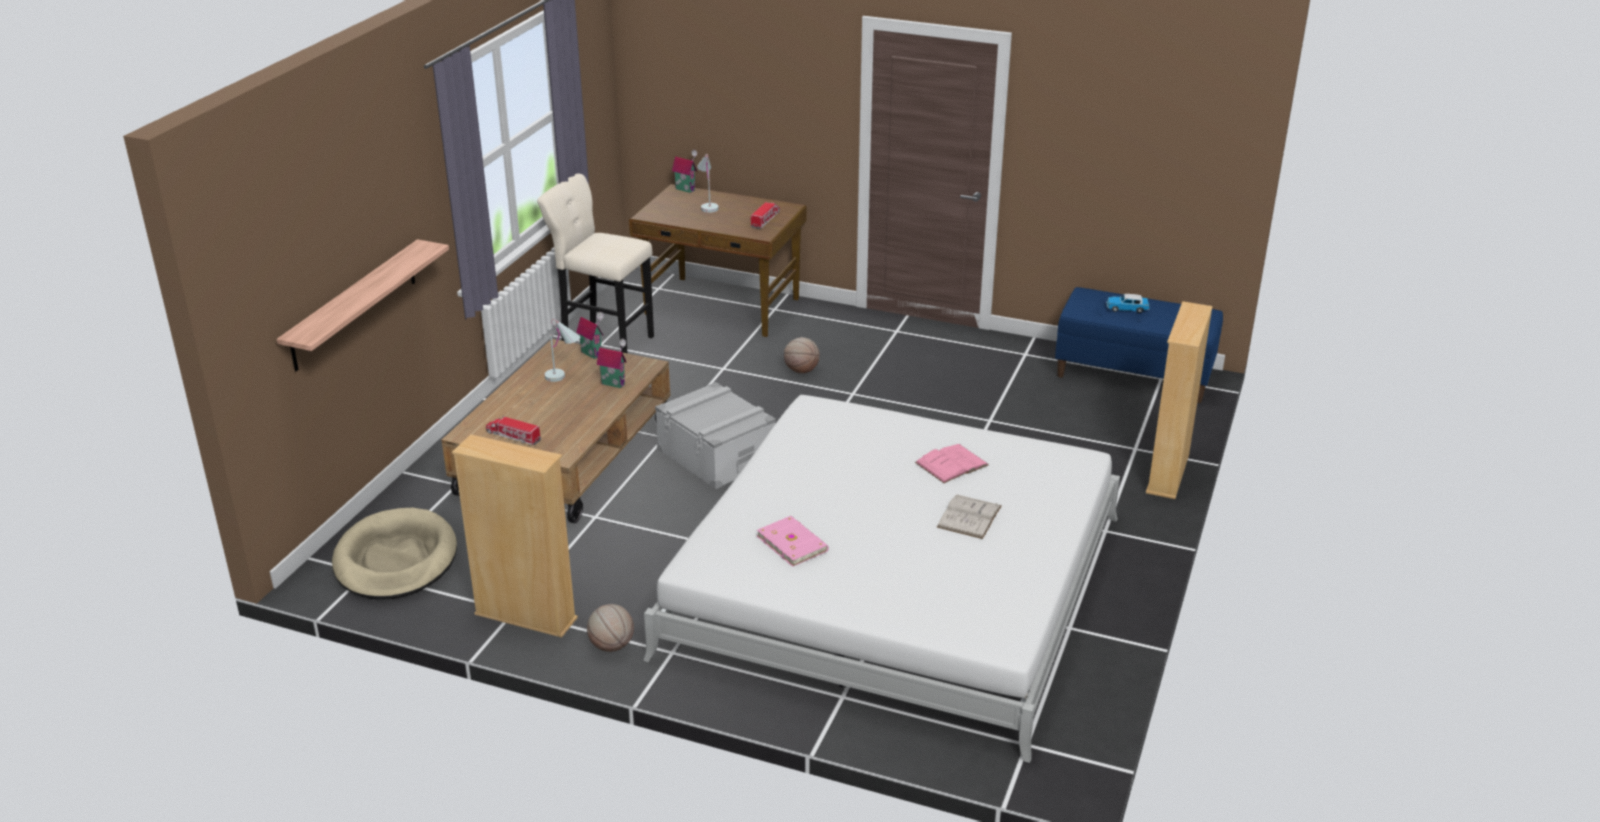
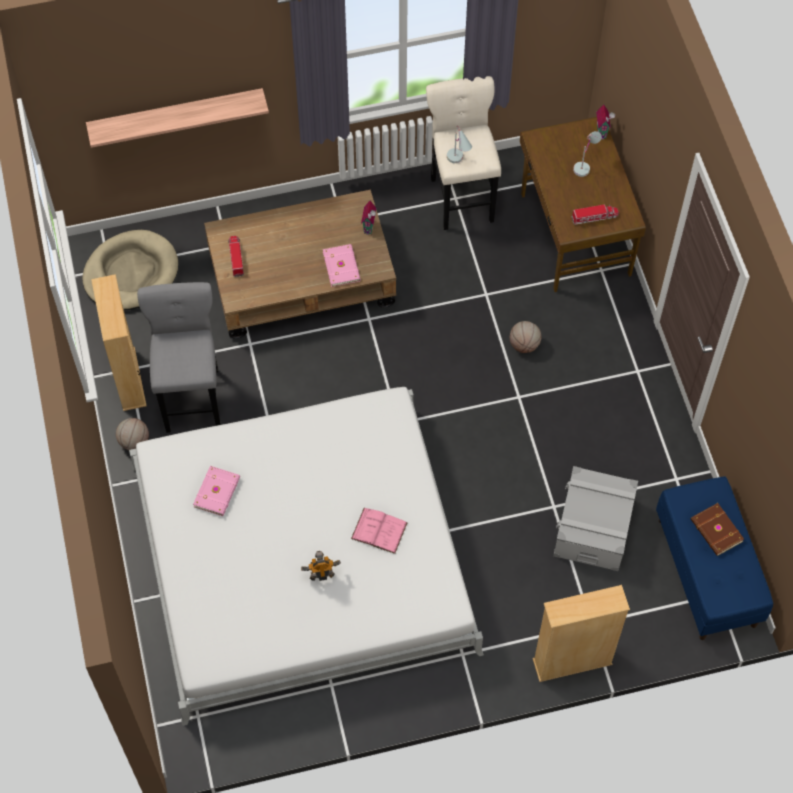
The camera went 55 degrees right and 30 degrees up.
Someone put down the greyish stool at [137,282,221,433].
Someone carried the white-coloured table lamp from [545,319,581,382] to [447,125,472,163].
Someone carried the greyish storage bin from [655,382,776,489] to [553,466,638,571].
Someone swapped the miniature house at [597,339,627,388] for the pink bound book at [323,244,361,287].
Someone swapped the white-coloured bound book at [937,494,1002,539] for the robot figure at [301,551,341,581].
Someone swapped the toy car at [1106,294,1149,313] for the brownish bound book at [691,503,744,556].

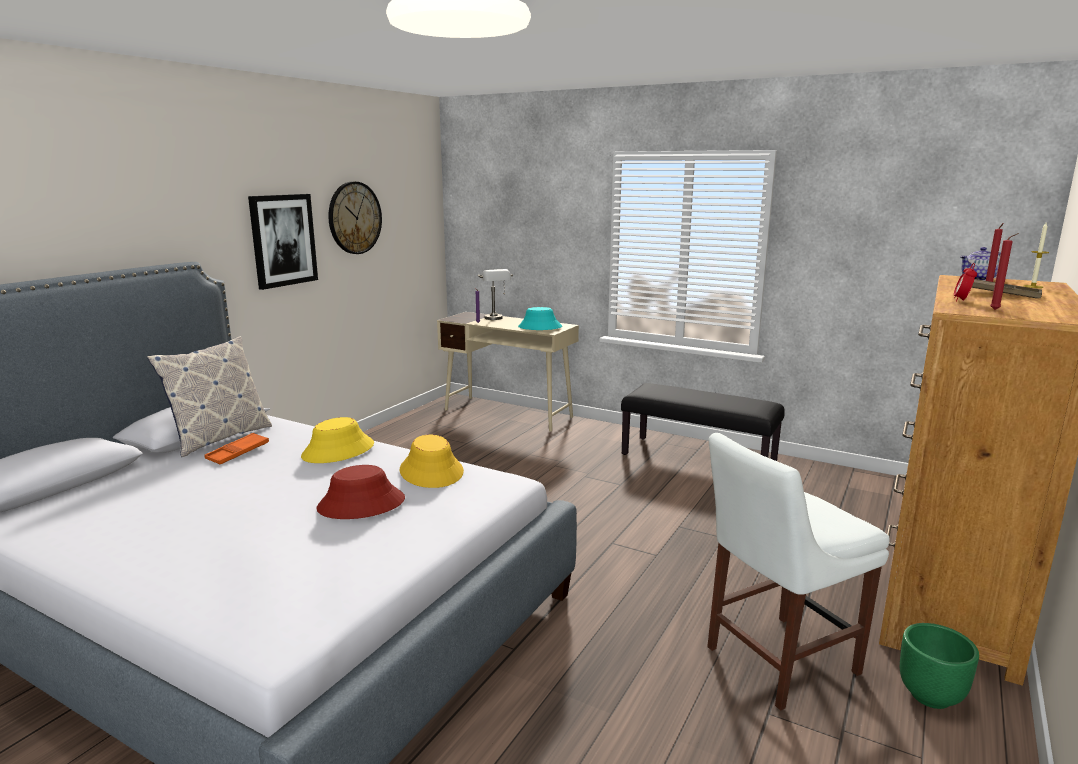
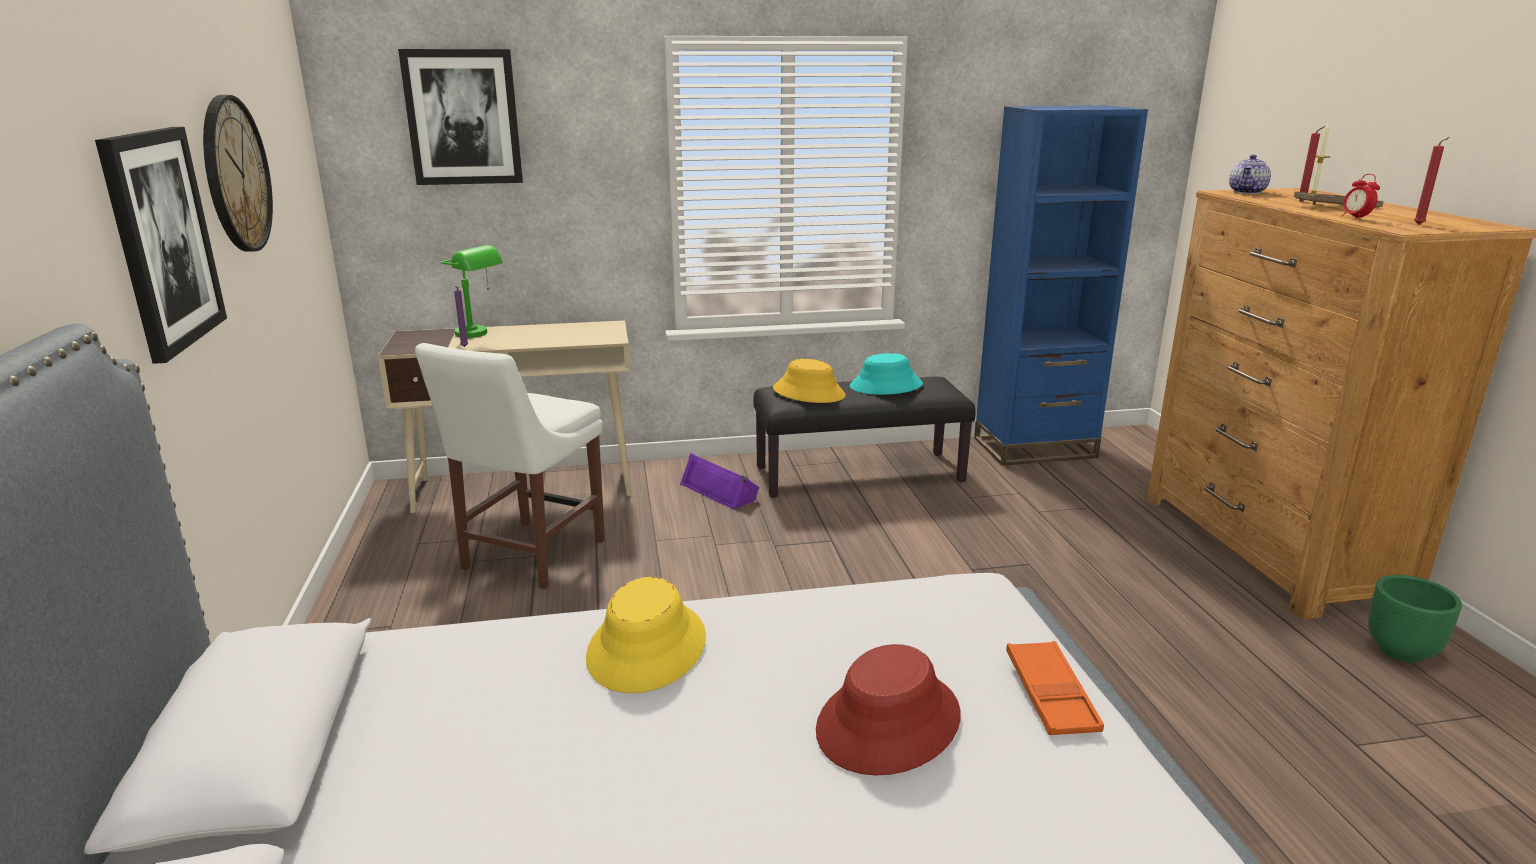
The camera went 40 degrees left and 5 degrees up.
Someone took away the cushion at [147,336,272,457].
Someone put up the wall art at [398,49,523,185].
Someone put down the purple-coloured loudspeaker at [680,453,760,510].
Someone put down the blue bookshelf at [974,106,1148,466].
Someone carried the orangey serving tray from [204,433,269,464] to [1006,641,1104,735].
Someone carried the yellow clothing hat from [400,434,464,488] to [773,359,846,403].
Someone carried the turquoise-coloured clothing hat from [518,307,562,330] to [850,353,923,395].
Someone carried the white-coloured upright chair from [707,433,890,710] to [415,343,605,589].
Someone repainted the greyish table lamp at [478,269,513,320], which became the green-coloured table lamp at [441,245,503,338].

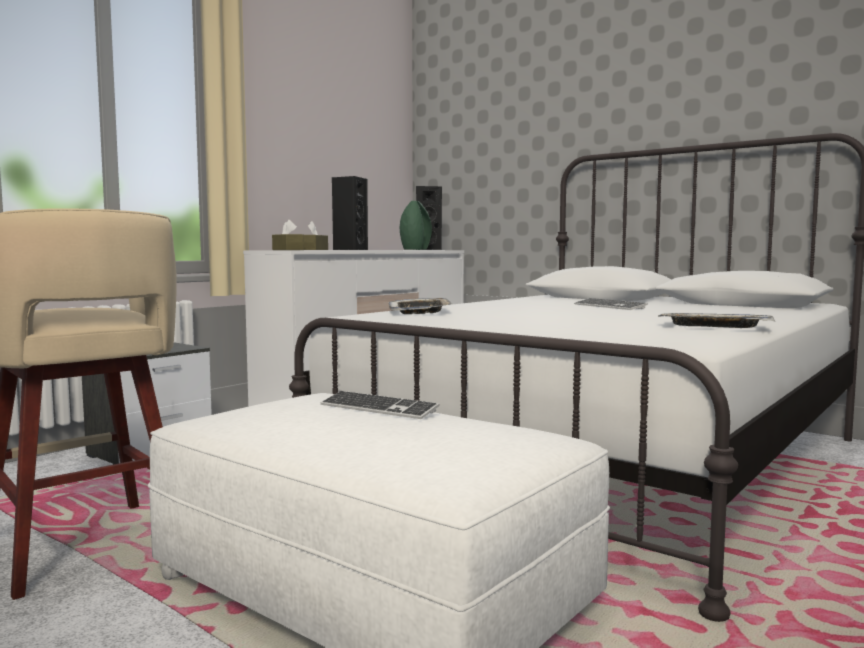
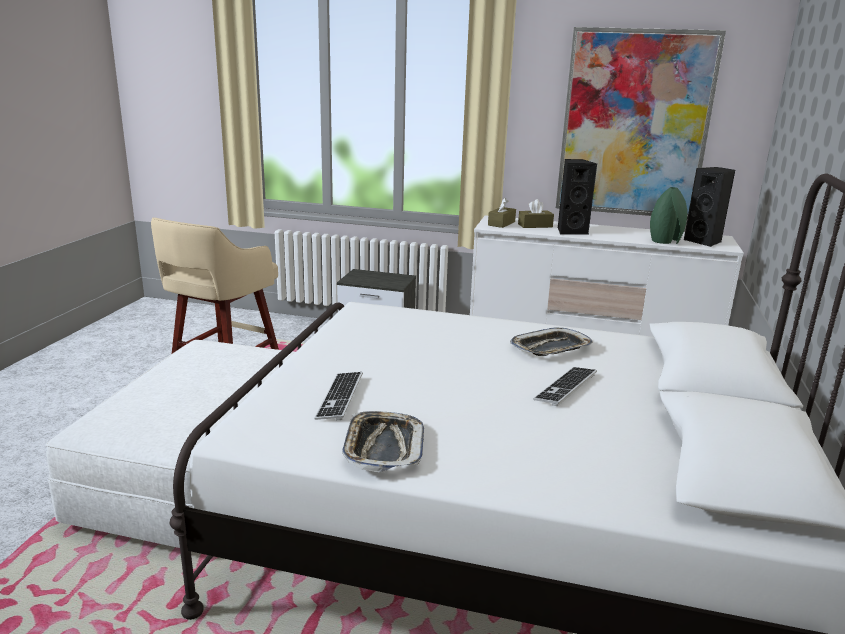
The camera went 65 degrees right and 15 degrees up.
Someone put up the wall art at [556,27,726,219].
Someone carried the keyboard from [320,391,440,419] to [314,372,363,420].
Someone carried the serving tray from [388,298,452,314] to [510,327,593,356].

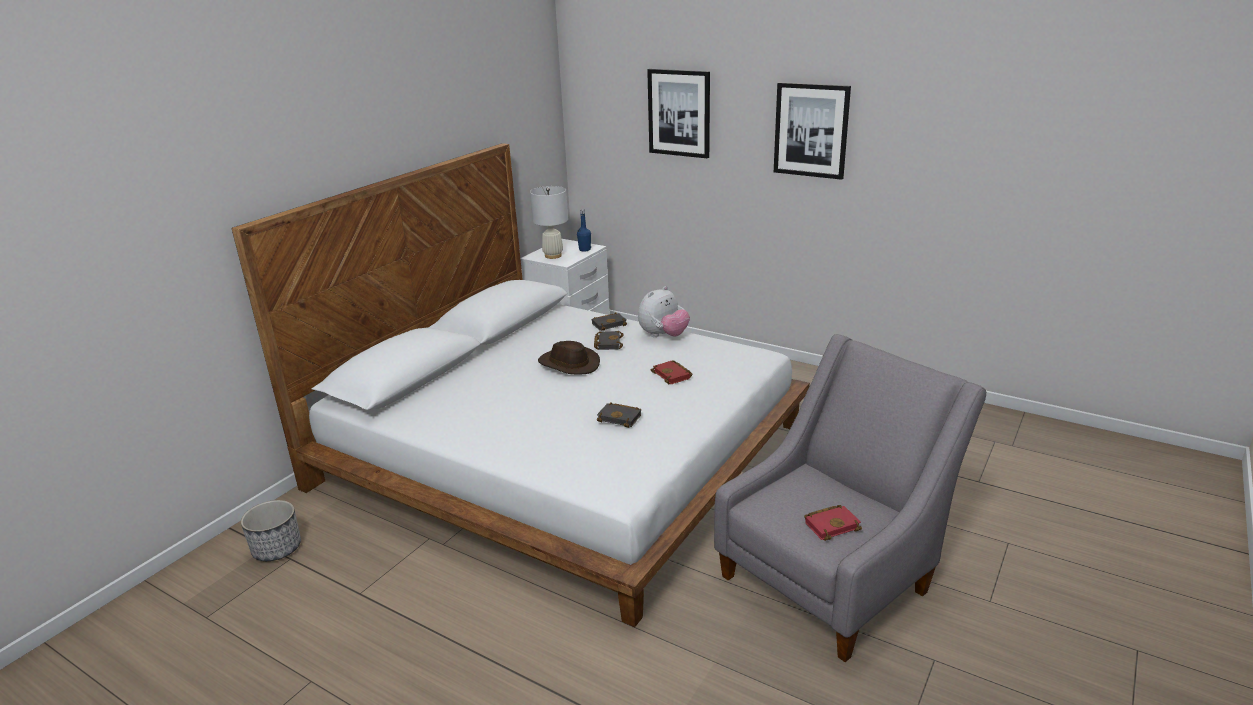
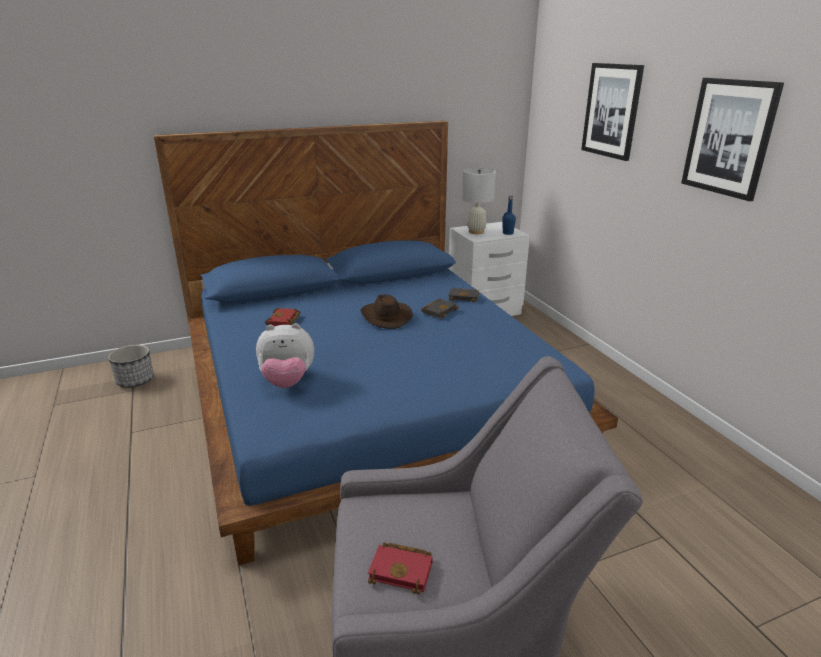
The camera went 35 degrees right and 0 degrees up.
Someone took away the black bound book at [597,402,641,428].
Someone carried the cuddly toy from [638,286,690,337] to [256,323,314,388].
Someone carried the red-coloured bound book from [651,360,693,384] to [265,308,301,326].
Someone repainted the white-coloured bedroom bed at [231,143,810,627], which became the blue bedroom bed at [154,121,618,565].

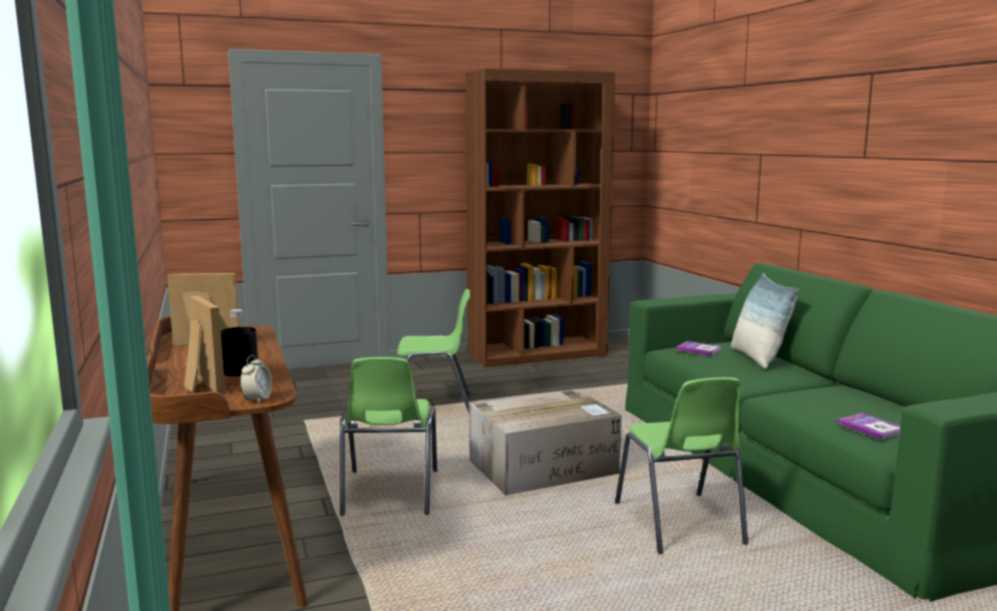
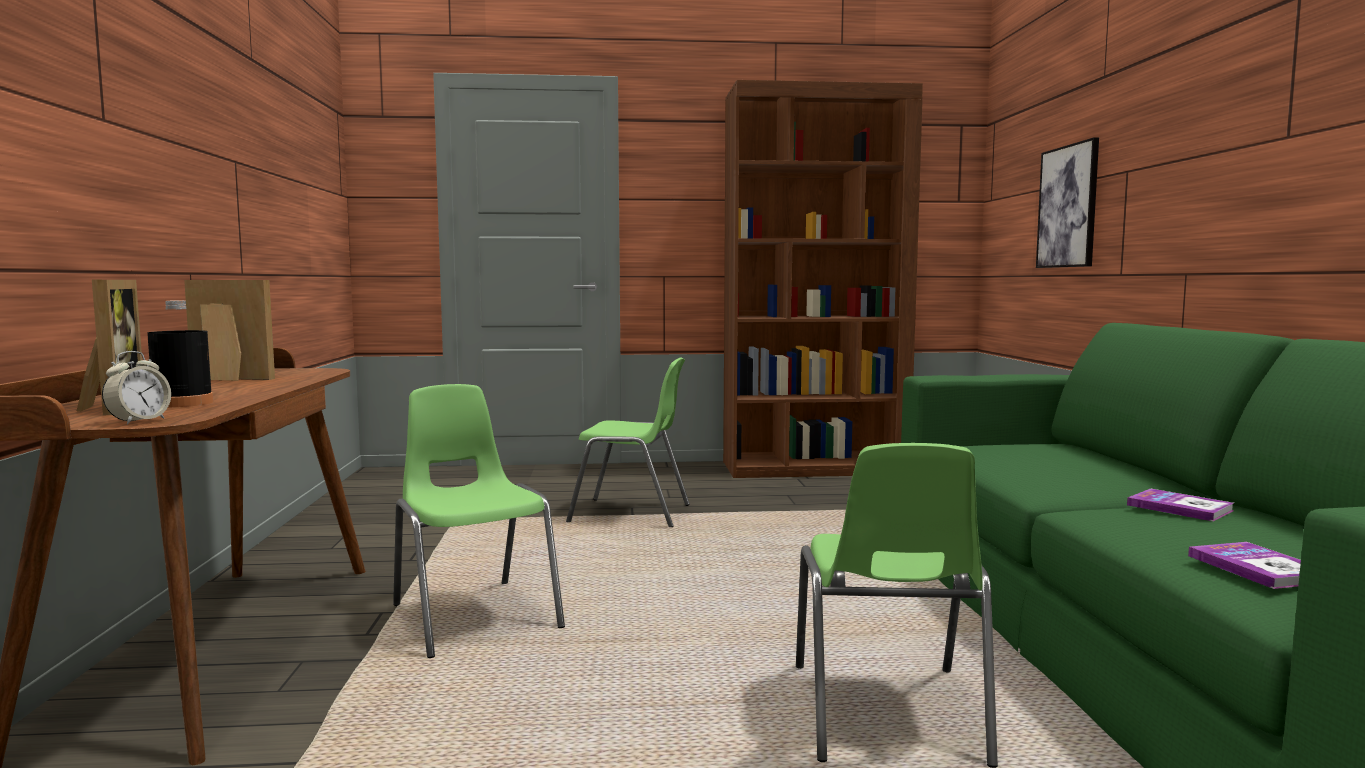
The camera went 15 degrees right and 5 degrees down.
Someone took away the cardboard box at [469,389,622,495].
Someone took away the cushion at [731,273,799,369].
Someone put up the wall art at [1036,137,1099,268].
Someone carried the bound book from [676,341,721,356] to [1127,489,1234,521].
Someone rotated the green-coloured upright chair at [340,357,437,516] by 135 degrees clockwise.

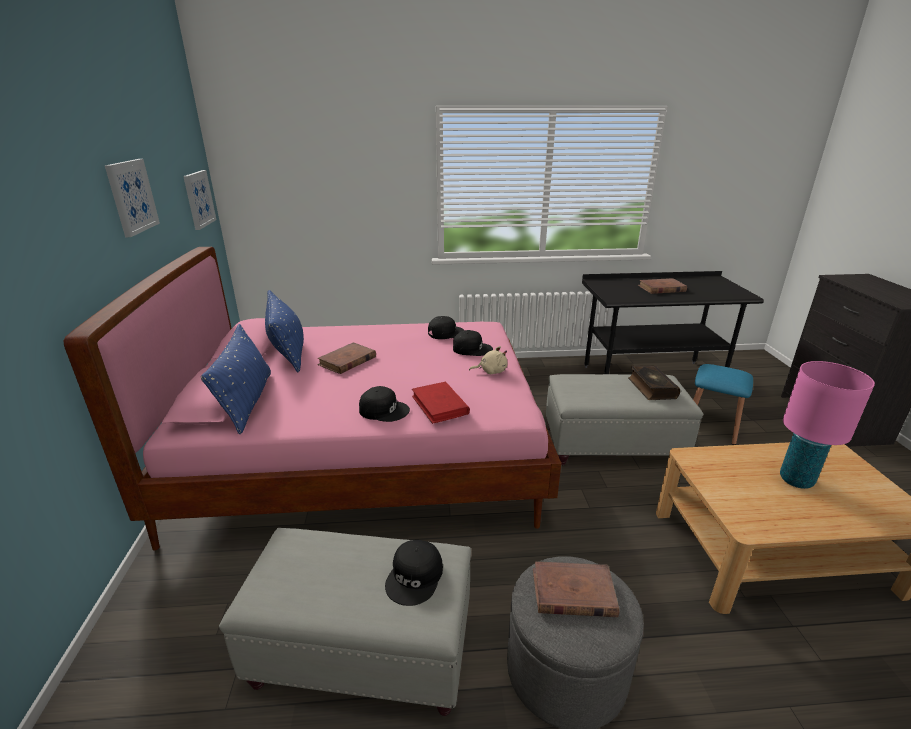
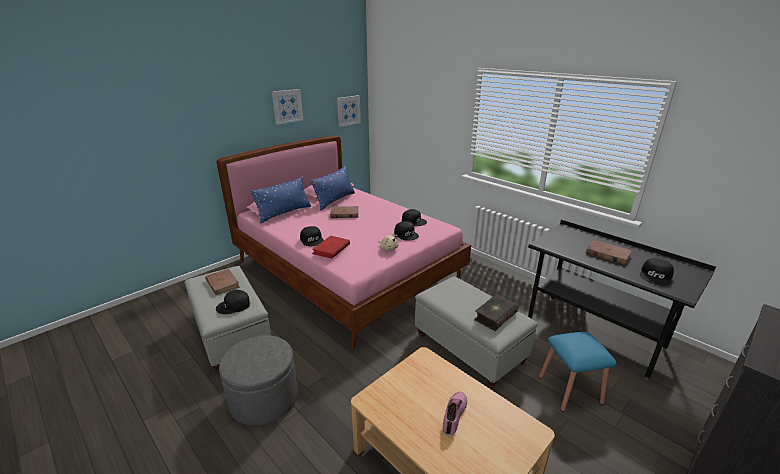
The camera went 50 degrees right and 0 degrees up.
Someone put down the black cap at [640,258,674,285].
Someone carried the brownish bound book from [533,561,619,617] to [205,269,240,295].
Someone swapped the pink table lamp at [780,361,875,489] for the item of footwear at [443,392,467,436].

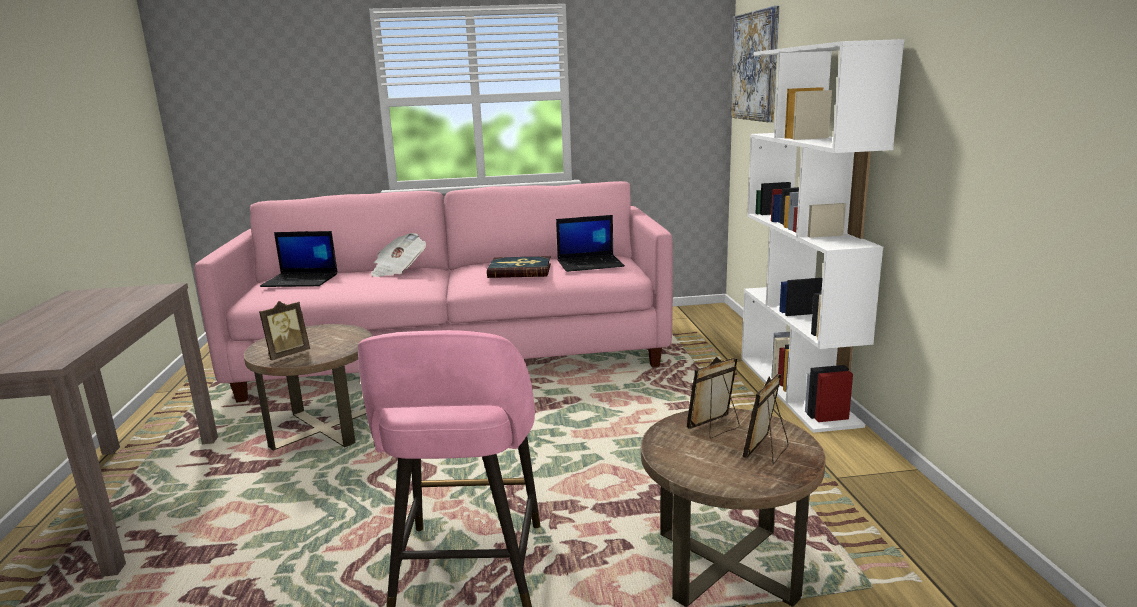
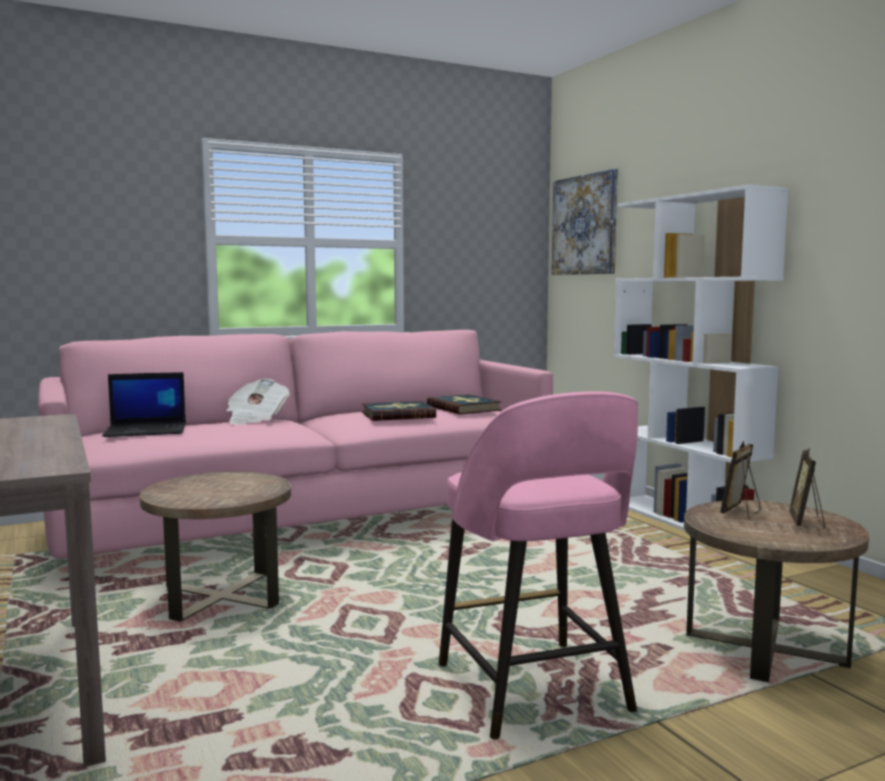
The camera went 20 degrees left and 10 degrees down.
Someone took away the picture frame at [259,301,310,360].
Someone swapped the laptop at [556,215,625,272] for the bound book at [427,394,502,415].

